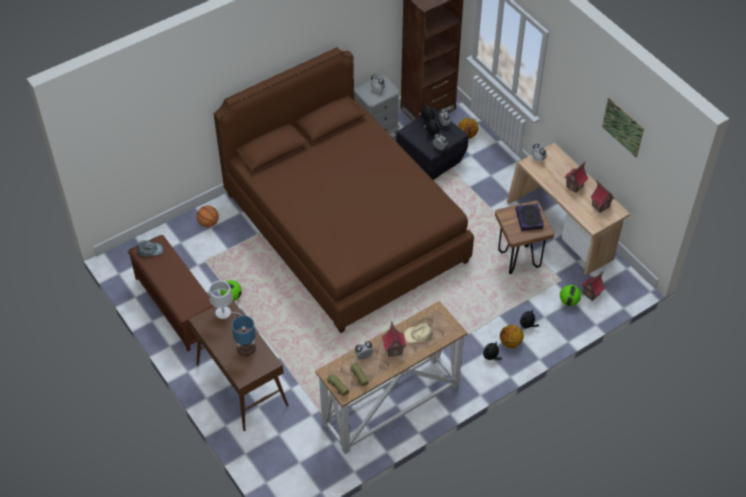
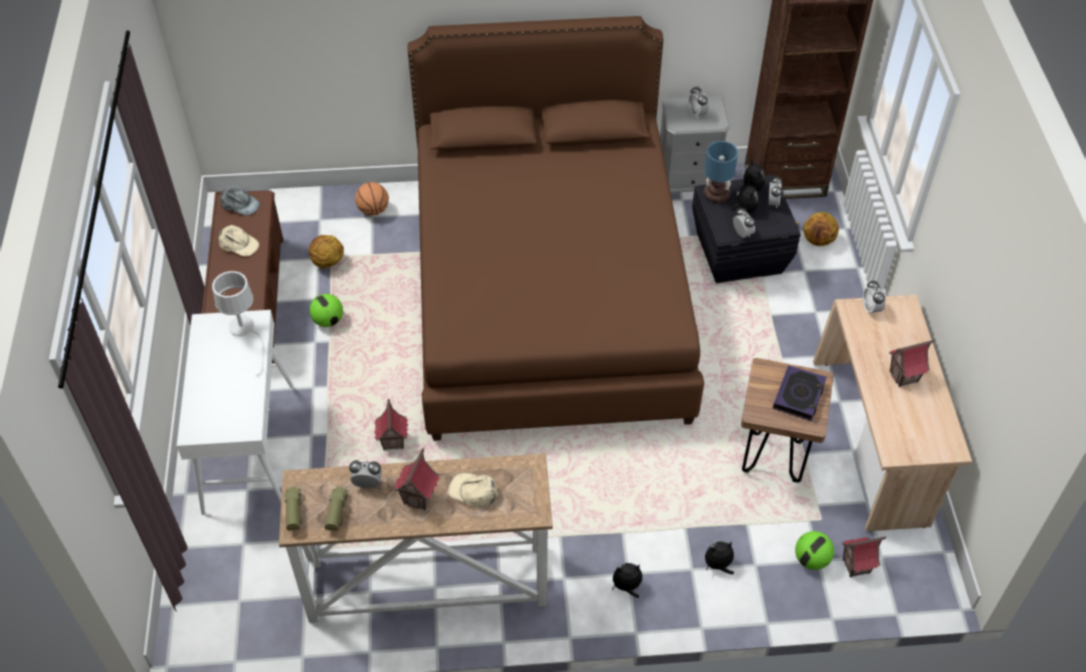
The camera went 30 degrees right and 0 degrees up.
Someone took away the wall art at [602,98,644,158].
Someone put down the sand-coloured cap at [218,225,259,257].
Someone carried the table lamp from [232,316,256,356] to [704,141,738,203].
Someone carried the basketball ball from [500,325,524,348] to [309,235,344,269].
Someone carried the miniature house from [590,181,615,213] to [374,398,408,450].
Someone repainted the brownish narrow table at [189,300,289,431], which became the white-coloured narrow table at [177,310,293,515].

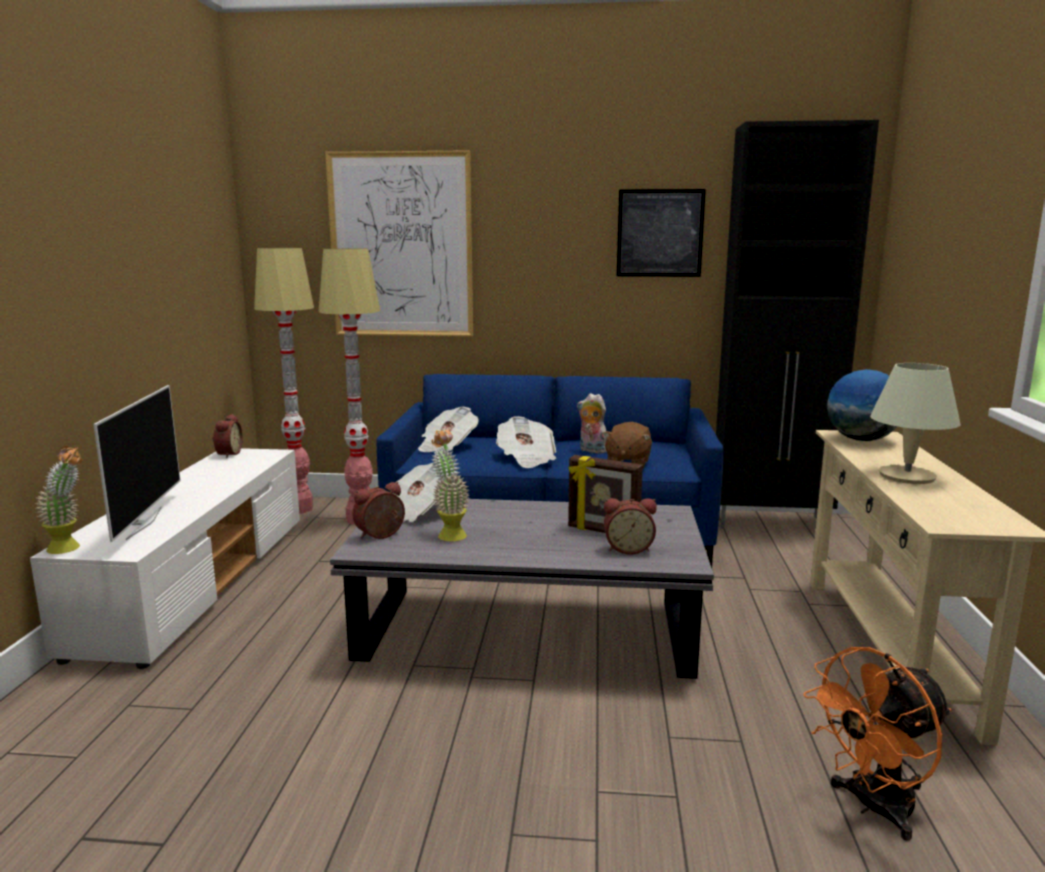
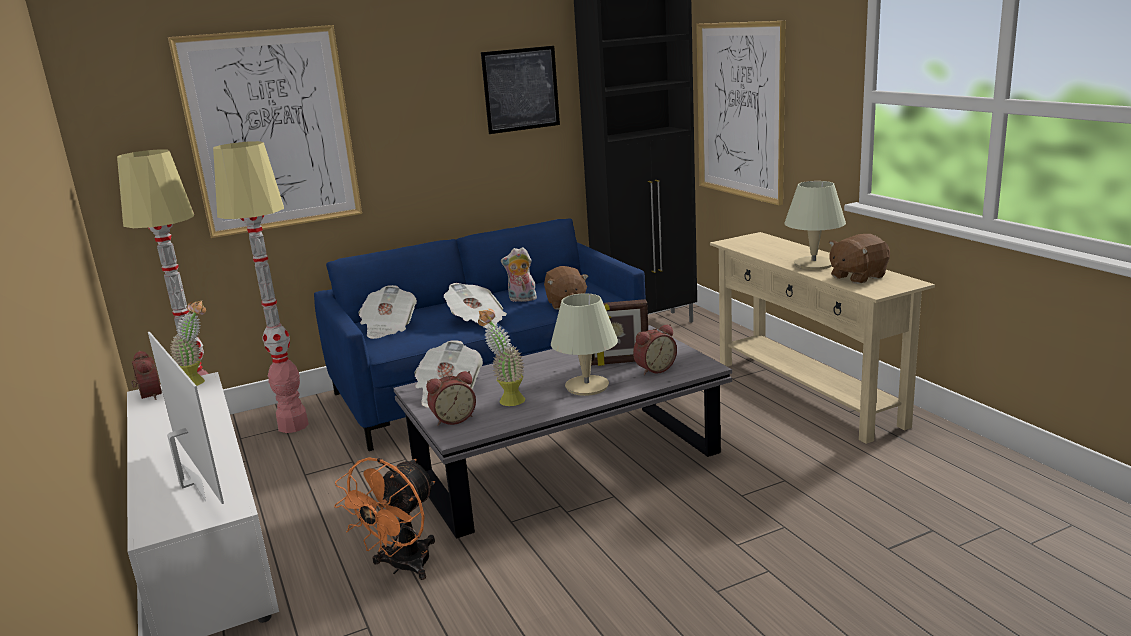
The camera went 30 degrees left and 5 degrees up.
Someone took away the world globe at [827,369,897,441].
Someone put down the sand-coloured table lamp at [551,293,618,396].
Someone put up the wall art at [696,21,786,205].
Someone put down the brownish cuddly toy at [829,234,890,284].
Someone carried the plant in a pot from [35,446,83,554] to [170,300,206,386].
Someone carried the orangey electric fan from [804,647,952,841] to [334,457,435,580].
Someone rotated the table clock at [352,482,405,539] by 135 degrees counterclockwise.

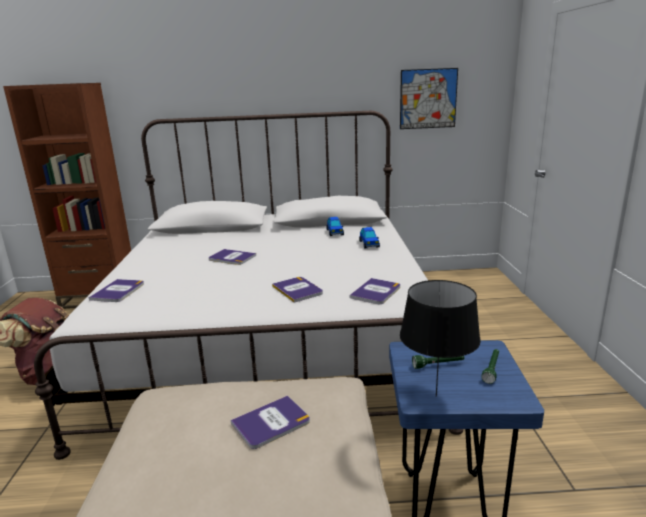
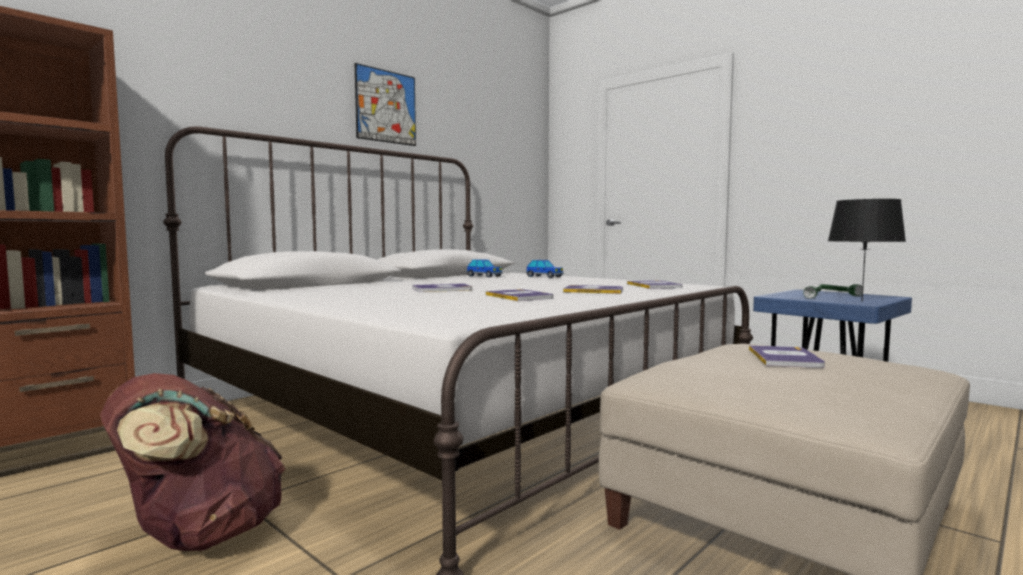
The camera went 45 degrees left and 15 degrees down.
Someone carried the bound book from [89,279,144,302] to [486,289,553,301].
Someone carried the wall art from [400,68,458,129] to [355,63,416,146].

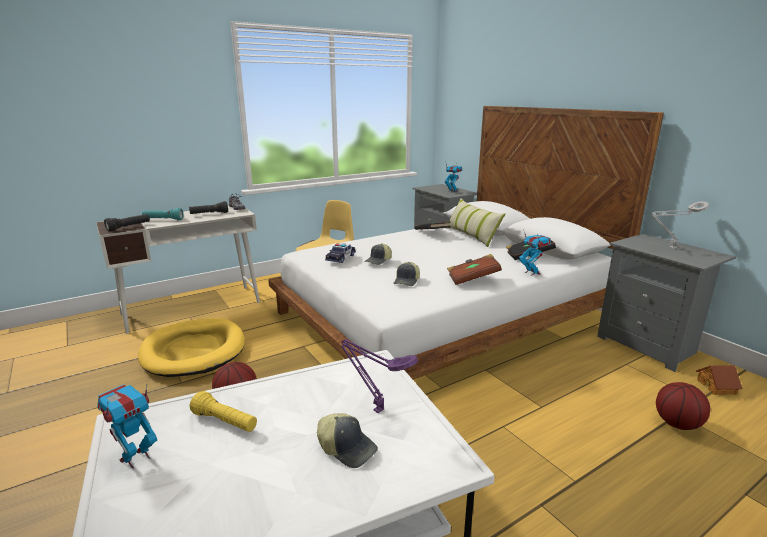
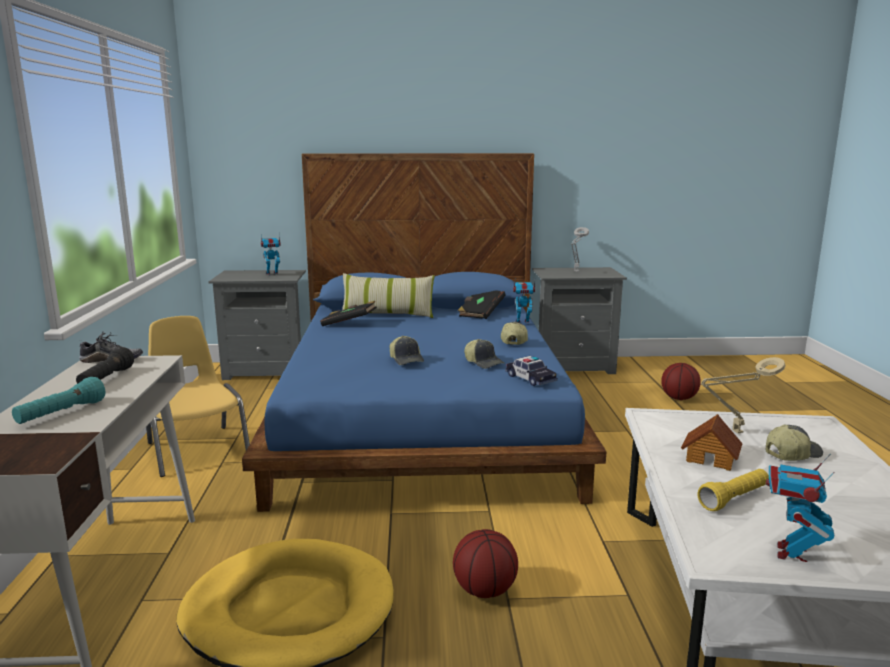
The camera went 60 degrees left and 5 degrees down.
Someone took away the black hand torch at [104,214,150,231].
Someone carried the toy car from [325,243,356,263] to [505,356,557,386].
Someone carried the miniature house from [696,365,743,395] to [681,414,743,471].
Someone swapped the brownish bound book at [447,254,502,285] for the cap at [501,322,528,345].
Someone repainted the white-coloured bedroom bed at [268,106,664,380], which became the blue bedroom bed at [242,153,607,512].
Someone repainted the purple-coloured table lamp at [341,339,418,413], which became the sand-coloured table lamp at [701,357,786,434].
Someone rotated the robot figure at [97,384,157,469] by 45 degrees clockwise.

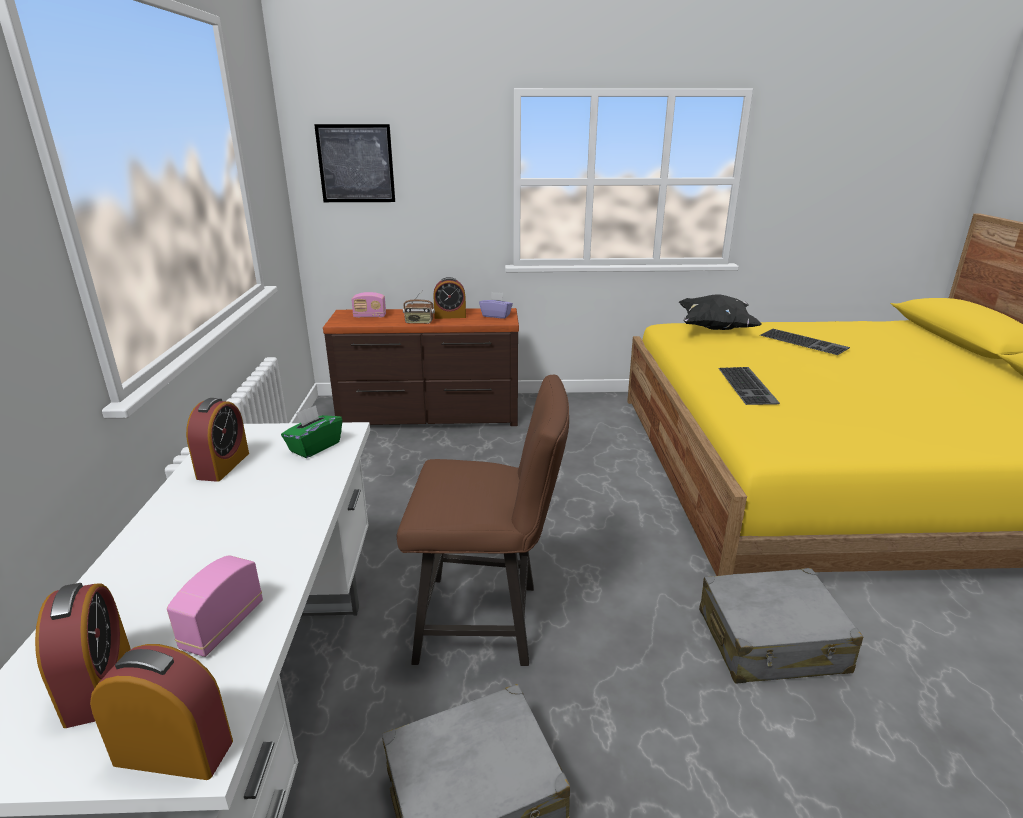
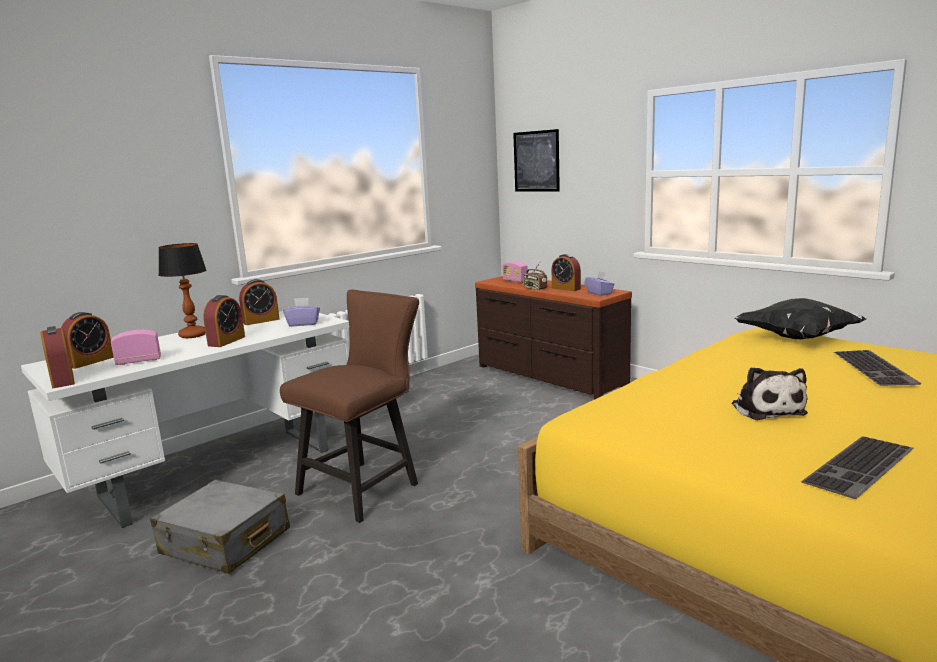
The camera went 50 degrees right and 10 degrees down.
Someone took away the greyish travel case at [699,568,863,684].
Someone put down the table lamp at [158,243,207,338].
Someone put down the table clock at [203,295,245,347].
Someone put down the cuddly toy at [732,367,808,420].
Someone carried the keyboard from [718,367,780,405] to [801,436,914,499].
Someone repainted the green-coloured tissue box at [281,405,342,458], which became the purple-coloured tissue box at [283,297,320,326].
Someone rotated the brownish upright chair at [397,375,569,666] by 105 degrees counterclockwise.

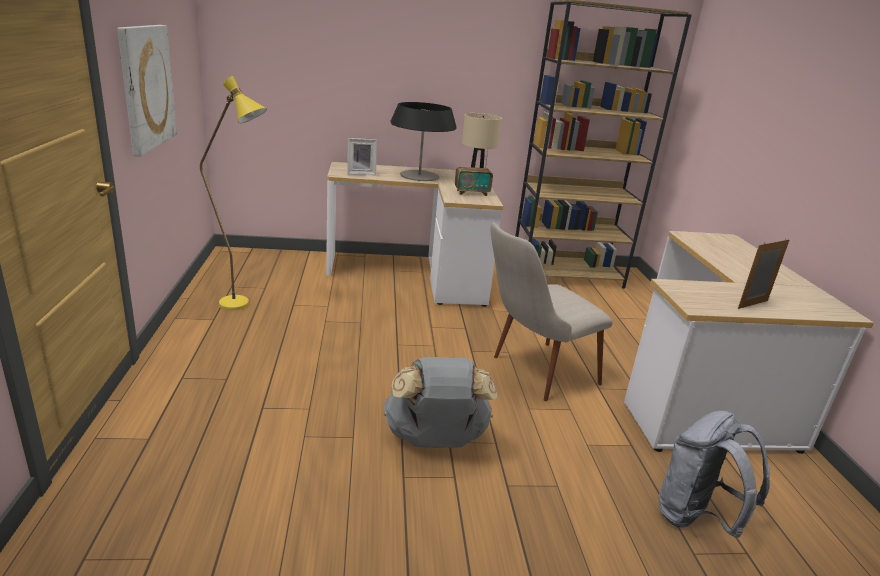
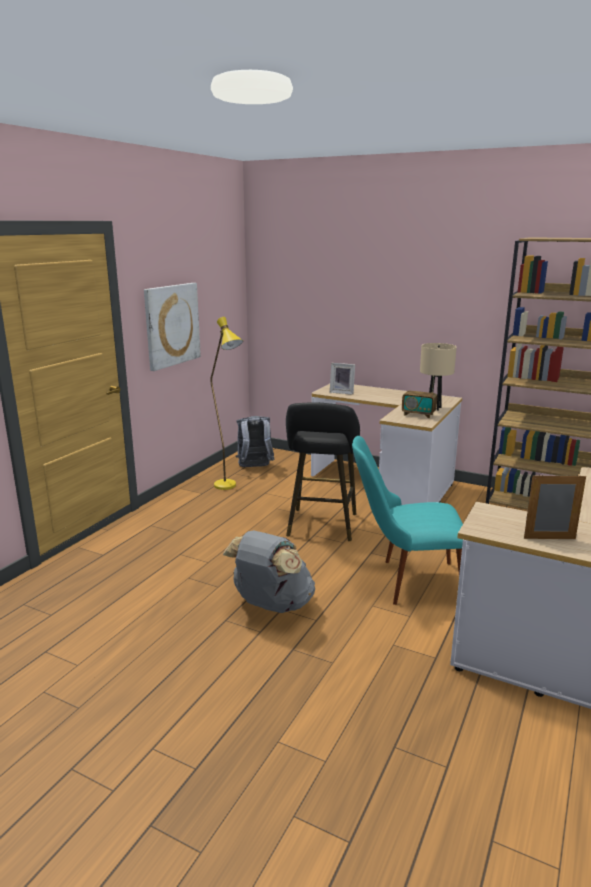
The camera went 35 degrees right and 5 degrees down.
Someone took away the table lamp at [391,102,457,181].
Someone put down the black stool at [286,402,360,541].
Someone carried the greyish rucksack from [659,411,770,538] to [236,416,274,467].
Someone repainted the sand-coloured upright chair at [490,222,613,401], which became the turquoise-coloured upright chair at [352,436,463,605].

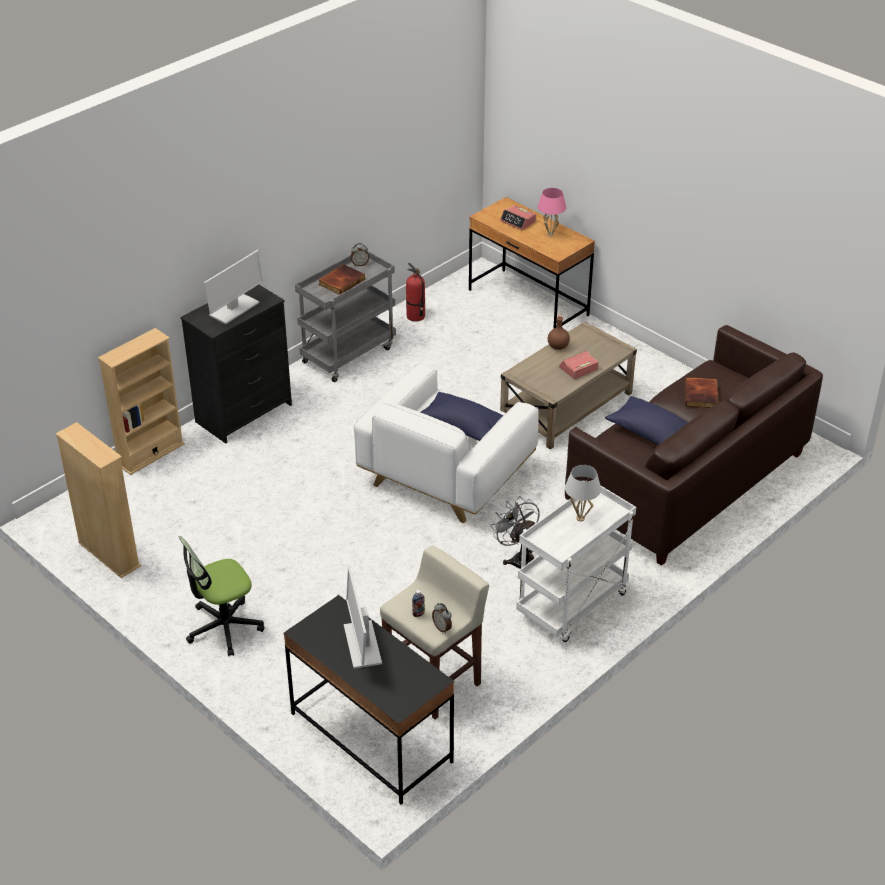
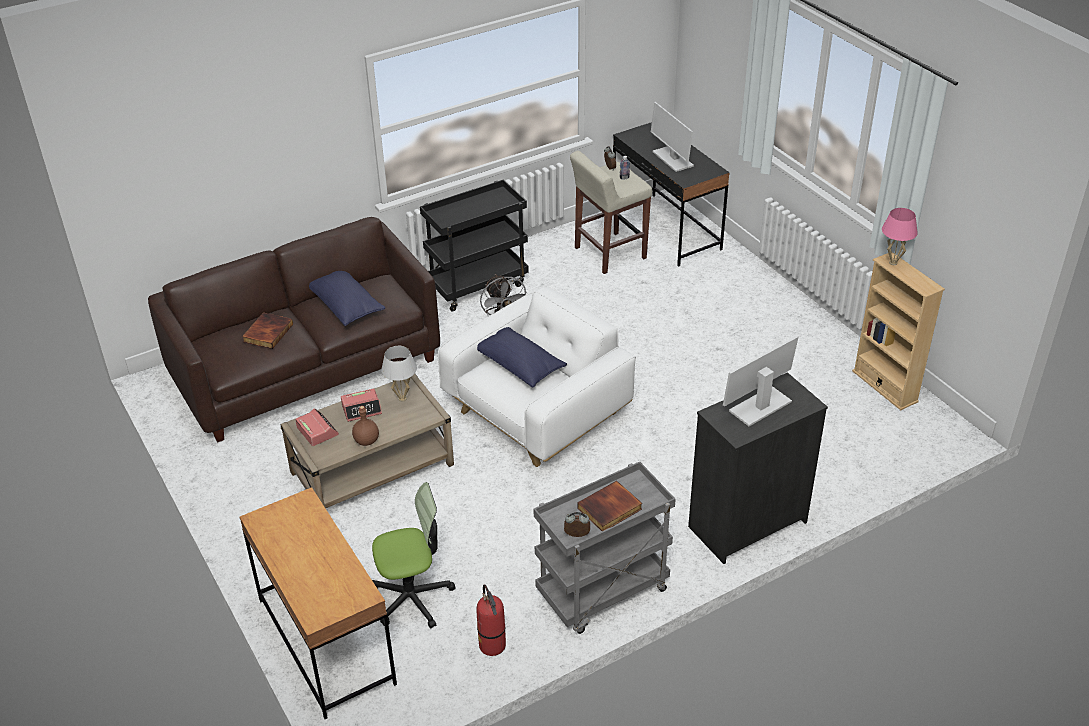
The camera went 165 degrees left and 0 degrees up.
Someone took away the sand-coloured bookshelf at [98,328,185,475].
Someone carried the office chair from [178,536,264,656] to [372,482,455,628].
Someone carried the table clock from [500,205,536,230] to [295,408,339,446].
Someone carried the pink table lamp from [538,188,566,236] to [882,208,918,265].
Someone carried the white-coloured table lamp from [565,465,601,521] to [381,346,417,402].
Someone repainted the white-coloured cart at [516,485,636,642], which became the black cart at [420,180,529,312].
Someone rotated the monitor at [344,567,382,669] by 150 degrees clockwise.

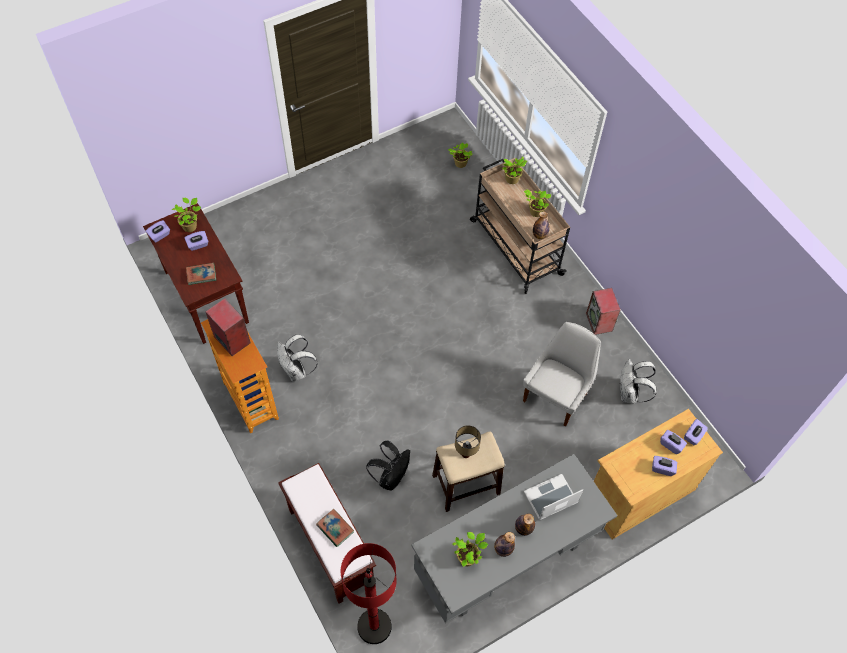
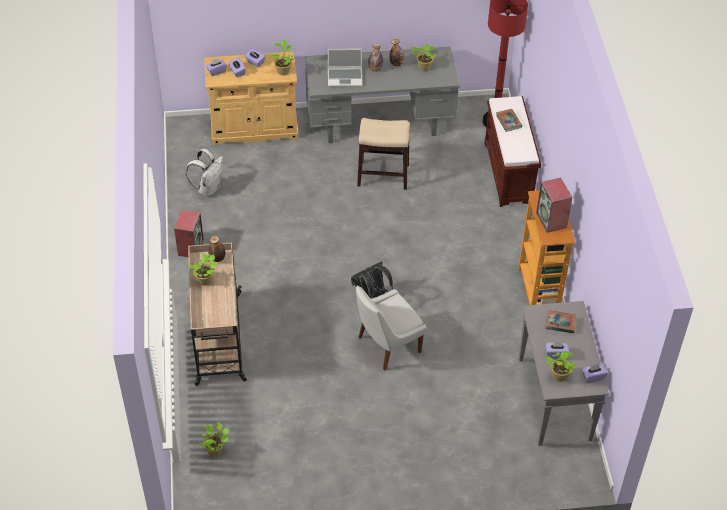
The camera went 155 degrees left and 10 degrees down.
Someone took away the white-coloured rucksack at [277,335,318,382].
Someone took away the table lamp at [455,425,481,458].
Someone carried the black rucksack from [366,441,410,491] to [351,261,393,299].
Someone carried the plant in a pot from [502,156,527,184] to [269,39,294,76].
Someone carried the white-coloured upright chair from [523,322,601,427] to [356,285,427,370].
Someone repainted the brownish narrow table at [143,203,249,344], which became the greyish narrow table at [519,301,609,446].

